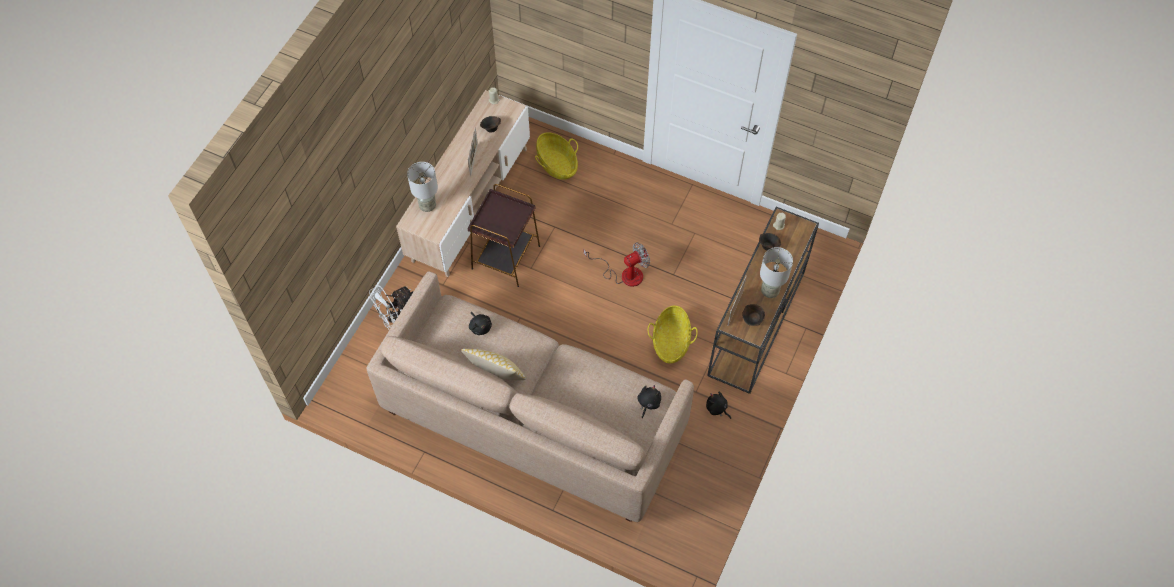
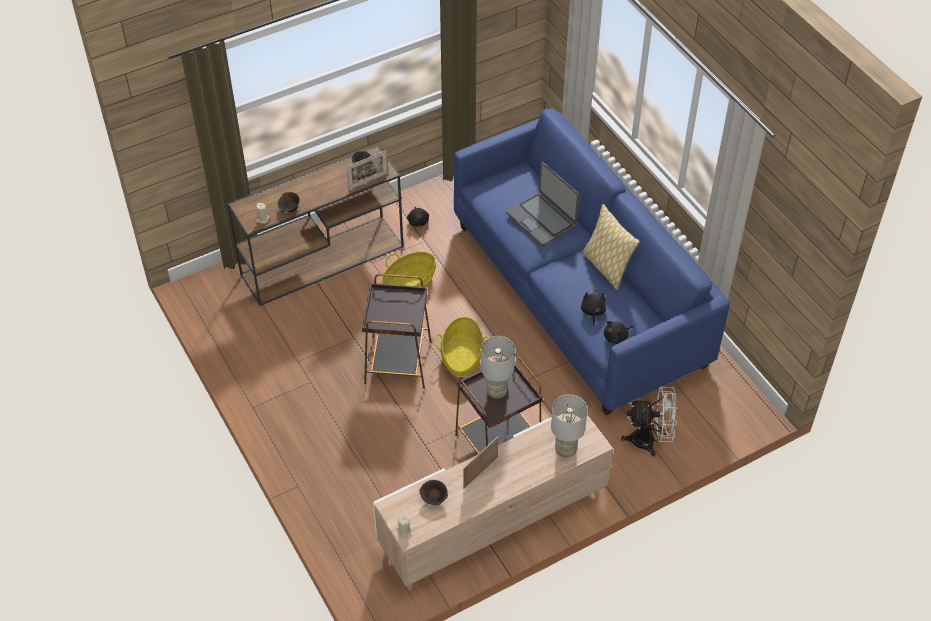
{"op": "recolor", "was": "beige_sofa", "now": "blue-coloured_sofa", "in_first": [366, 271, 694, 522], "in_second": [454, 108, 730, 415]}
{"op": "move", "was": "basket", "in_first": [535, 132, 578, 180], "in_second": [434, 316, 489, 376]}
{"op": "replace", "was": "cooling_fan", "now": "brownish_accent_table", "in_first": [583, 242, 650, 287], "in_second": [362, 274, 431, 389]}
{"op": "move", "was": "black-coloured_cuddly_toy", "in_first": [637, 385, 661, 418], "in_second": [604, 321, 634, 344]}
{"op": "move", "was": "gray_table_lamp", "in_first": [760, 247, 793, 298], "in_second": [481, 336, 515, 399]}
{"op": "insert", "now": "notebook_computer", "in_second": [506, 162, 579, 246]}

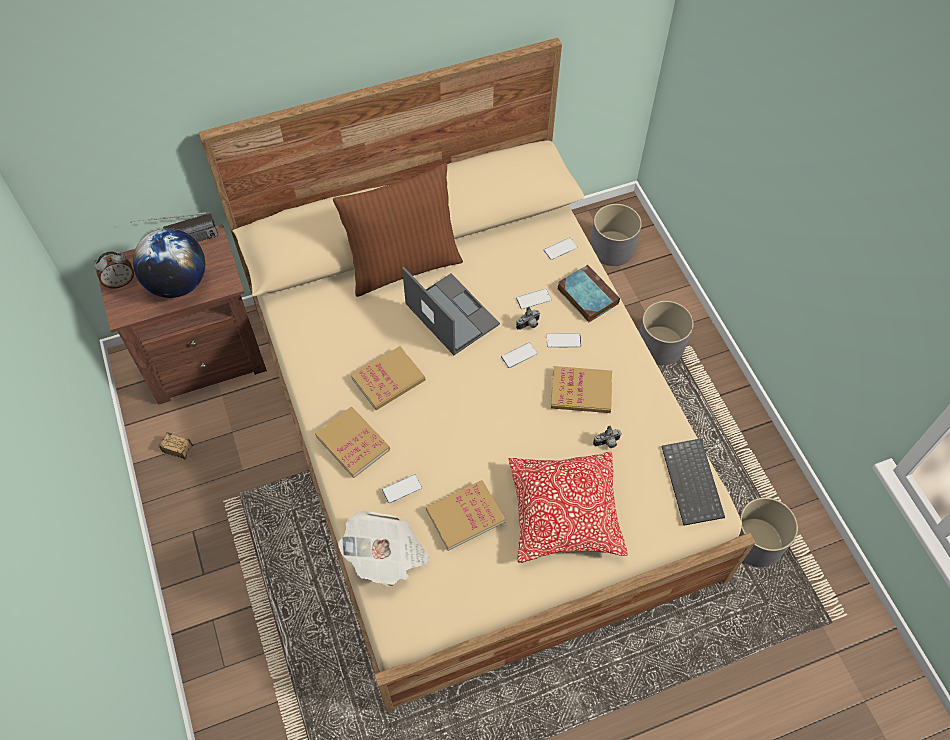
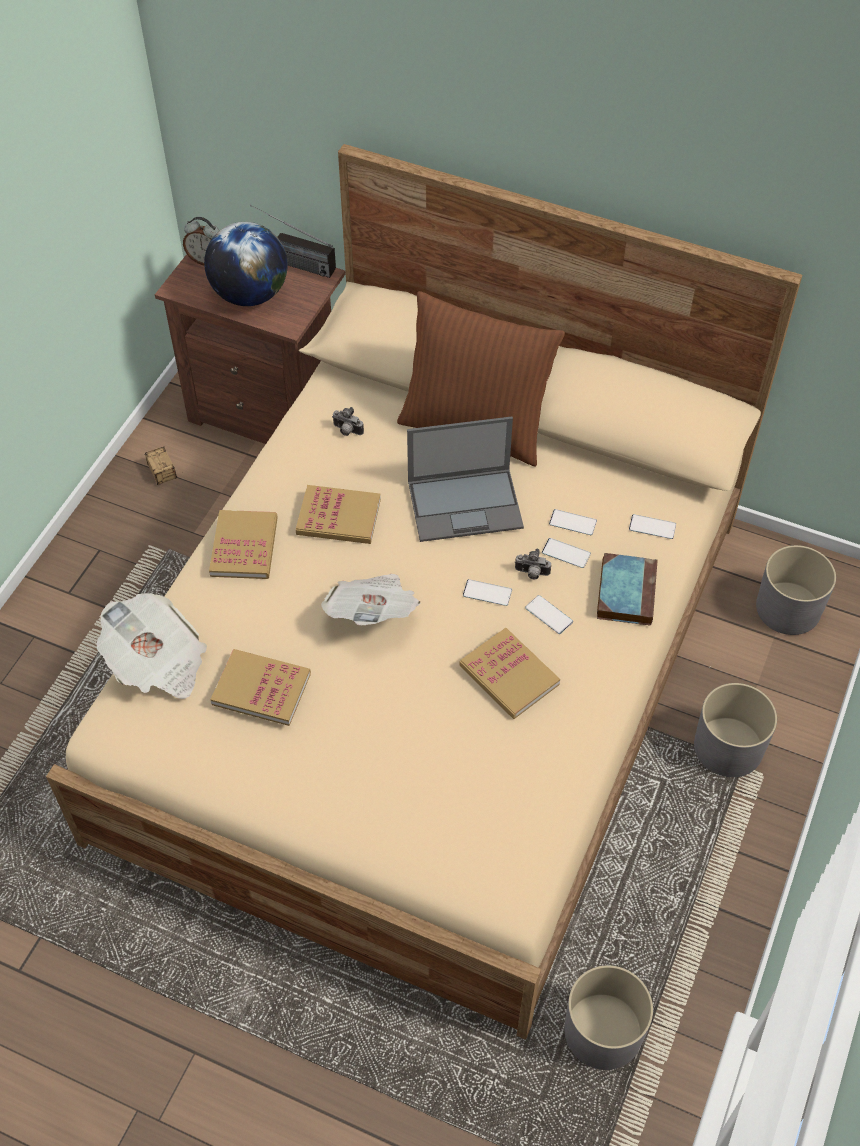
{"op": "move", "was": "phone", "in_first": [382, 474, 422, 503], "in_second": [549, 509, 597, 535]}
{"op": "rotate", "was": "notebook_computer", "in_first": [402, 267, 500, 355], "in_second": [407, 416, 524, 542], "clockwise": 75}
{"op": "delete", "was": "cushion", "in_first": [509, 452, 628, 563]}
{"op": "move", "was": "still_camera", "in_first": [593, 426, 621, 448], "in_second": [332, 407, 364, 436]}
{"op": "delete", "was": "keyboard", "in_first": [662, 438, 725, 525]}
{"op": "insert", "now": "printed_paper", "in_second": [321, 574, 420, 625]}

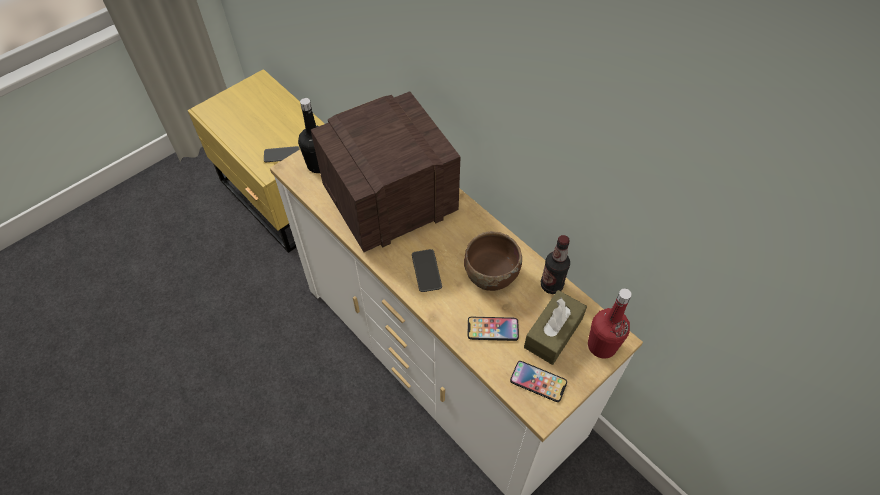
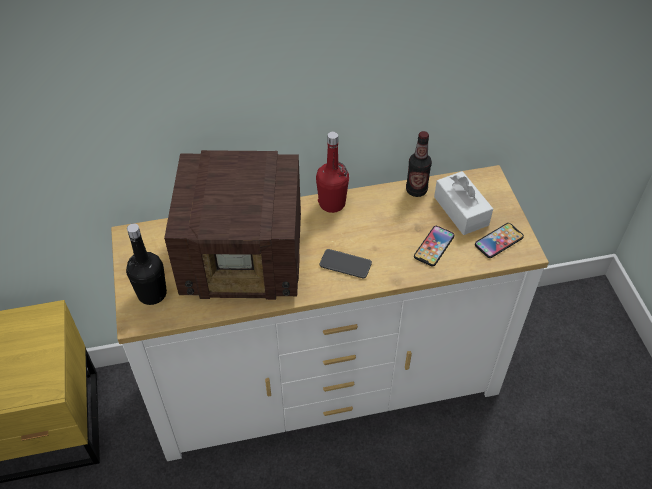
{"op": "delete", "was": "phone", "in_first": [264, 146, 300, 162]}
{"op": "rotate", "was": "radio", "in_first": [311, 91, 460, 252], "in_second": [164, 150, 301, 300], "clockwise": -90}
{"op": "delete", "was": "brownish_bowl", "in_first": [464, 231, 522, 291]}
{"op": "recolor", "was": "brownish_box_of_tissues", "now": "white_box_of_tissues", "in_first": [524, 290, 587, 365], "in_second": [434, 171, 493, 235]}
{"op": "move", "was": "reddish_bottle", "in_first": [588, 289, 632, 359], "in_second": [316, 132, 349, 213]}

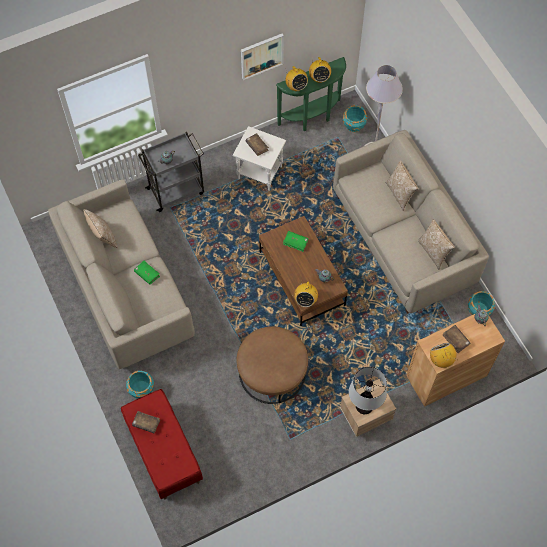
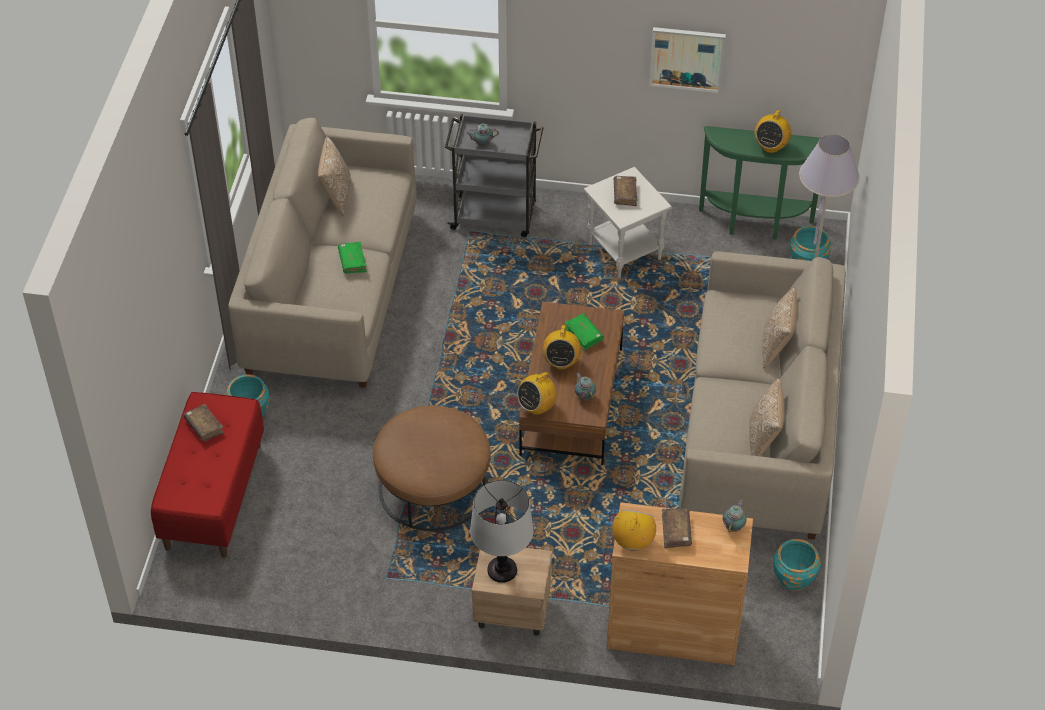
{"op": "move", "was": "radio", "in_first": [285, 66, 308, 91], "in_second": [542, 323, 581, 370]}

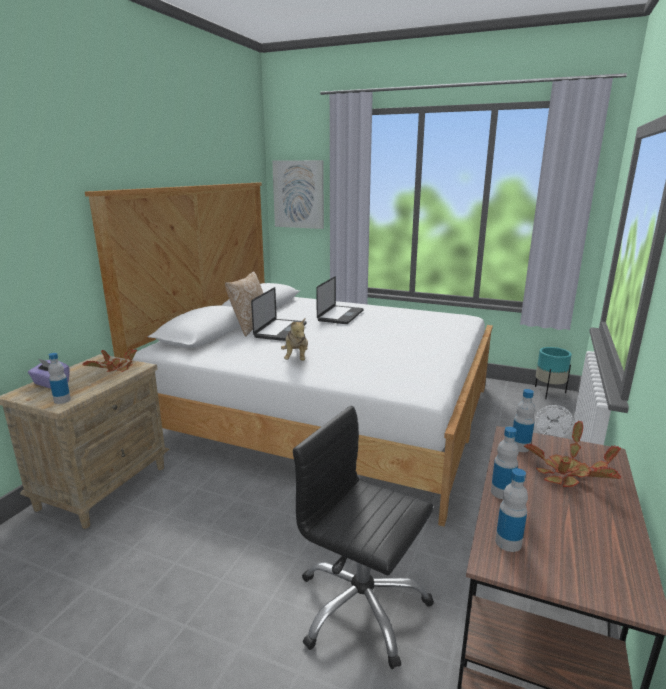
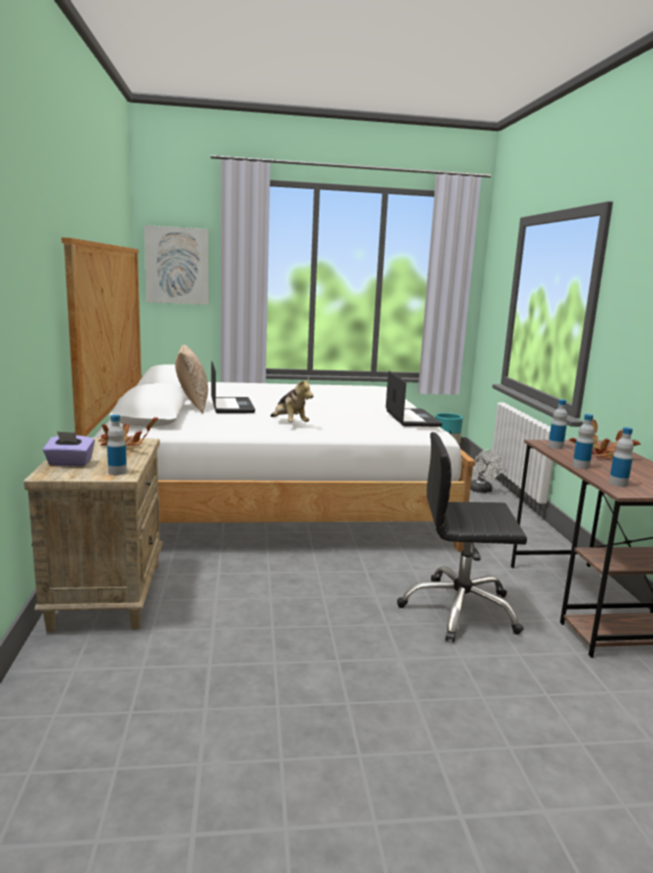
{"op": "move", "was": "notebook_computer", "in_first": [316, 276, 364, 324], "in_second": [386, 371, 442, 427]}

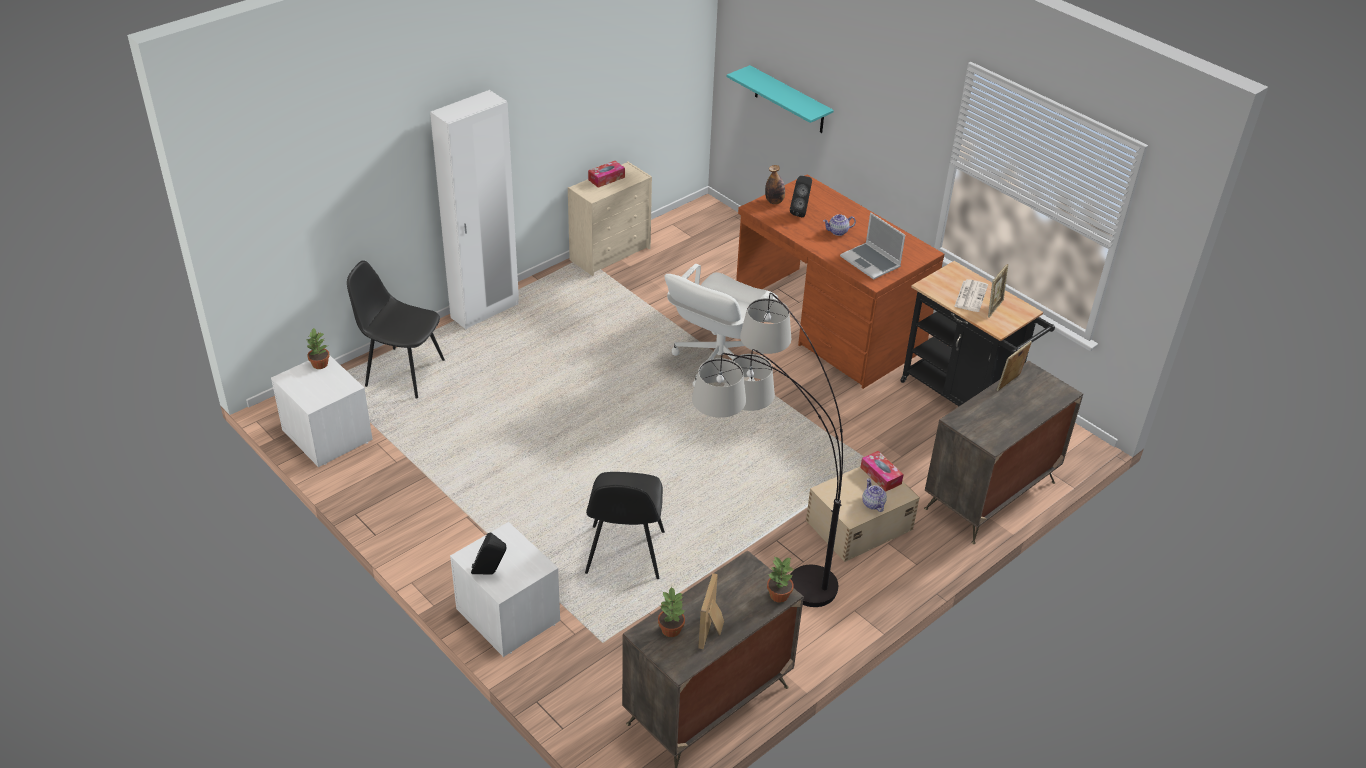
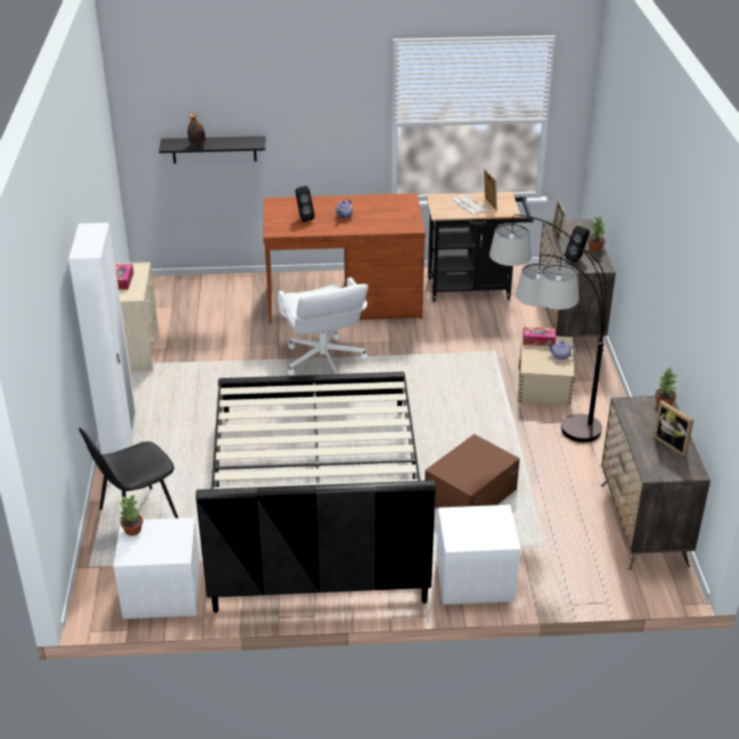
{"op": "move", "was": "black-coloured_speaker", "in_first": [471, 532, 506, 575], "in_second": [565, 226, 590, 263]}
{"op": "replace", "was": "black-coloured_upright_chair", "now": "brownish_storage_box", "in_first": [585, 472, 665, 579], "in_second": [425, 434, 520, 509]}
{"op": "move", "was": "plant_in_a_pot", "in_first": [658, 586, 686, 637], "in_second": [588, 216, 605, 251]}
{"op": "recolor", "was": "turquoise_shelf", "now": "black-coloured_shelf", "in_first": [727, 65, 834, 133], "in_second": [159, 136, 265, 163]}
{"op": "move", "was": "bottle", "in_first": [765, 165, 785, 204], "in_second": [188, 112, 206, 147]}
{"op": "delete", "was": "notebook_computer", "in_first": [840, 213, 905, 279]}
{"op": "insert", "now": "black-coloured_bedroom_bed", "in_second": [196, 372, 436, 613]}

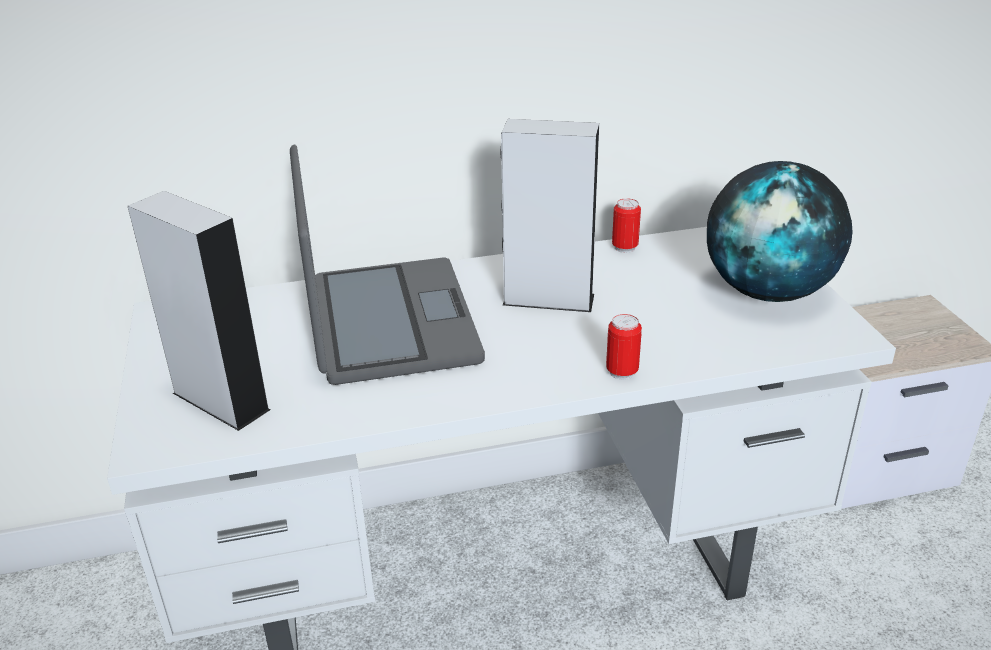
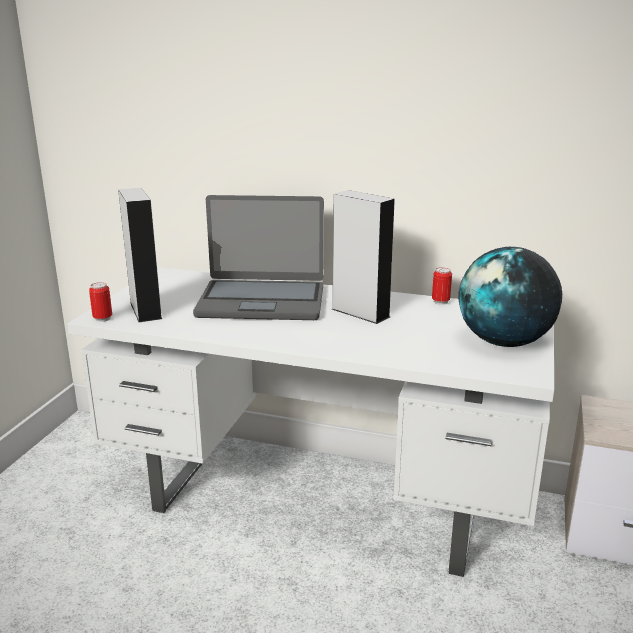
{"op": "rotate", "was": "notebook_computer", "in_first": [290, 145, 485, 385], "in_second": [193, 195, 324, 320], "clockwise": 75}
{"op": "move", "was": "metal_can", "in_first": [606, 314, 642, 380], "in_second": [89, 282, 112, 322]}

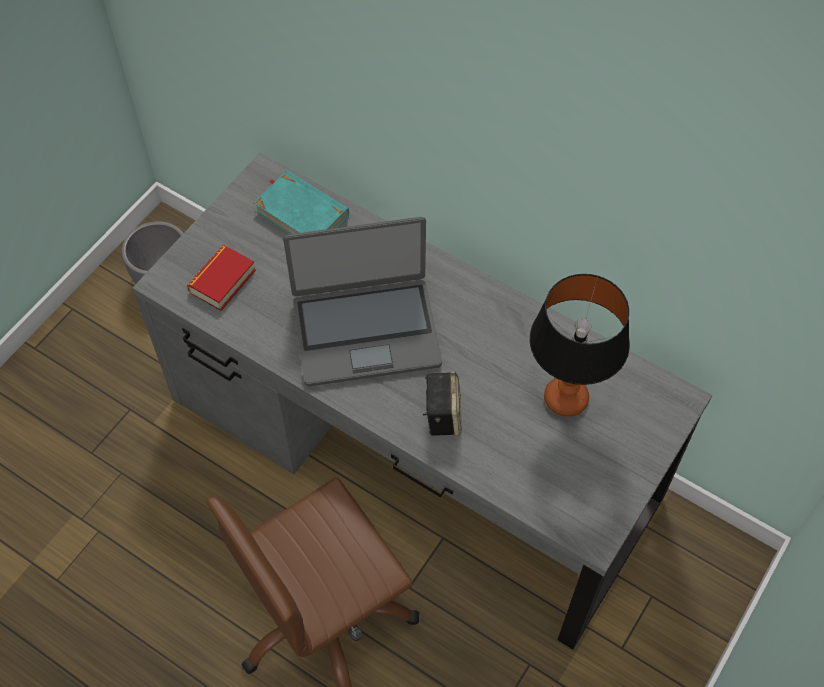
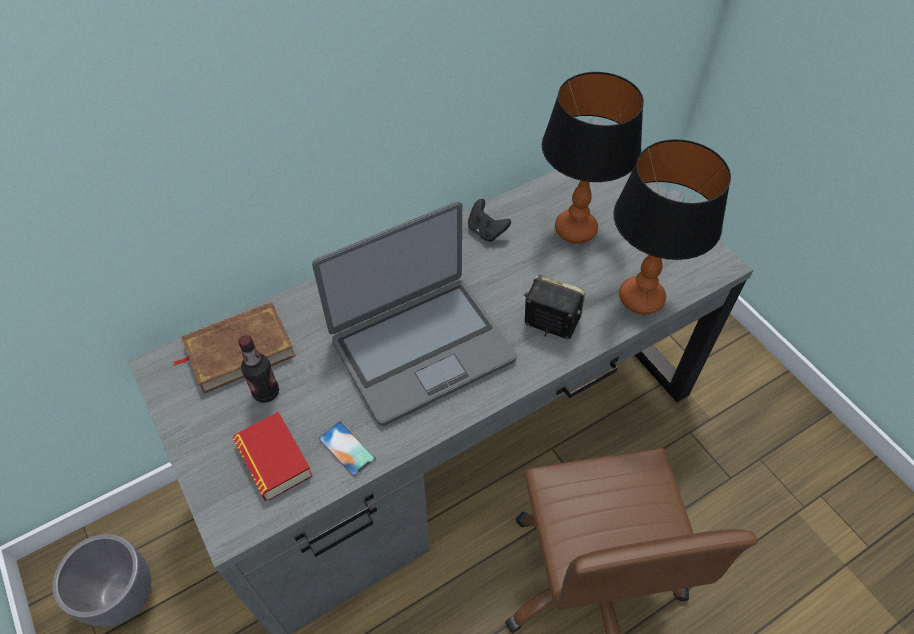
{"op": "recolor", "was": "turquoise_bound_book", "now": "brownish_bound_book", "in_first": [253, 170, 349, 234], "in_second": [173, 302, 296, 394]}
{"op": "rotate", "was": "notebook_computer", "in_first": [283, 217, 442, 386], "in_second": [312, 201, 517, 426], "clockwise": 45}
{"op": "insert", "now": "bottle", "in_second": [238, 335, 279, 403]}
{"op": "insert", "now": "phone", "in_second": [318, 422, 376, 477]}
{"op": "insert", "now": "black-coloured_game_controller", "in_second": [468, 199, 511, 242]}
{"op": "insert", "now": "table_lamp", "in_second": [613, 139, 731, 314]}

